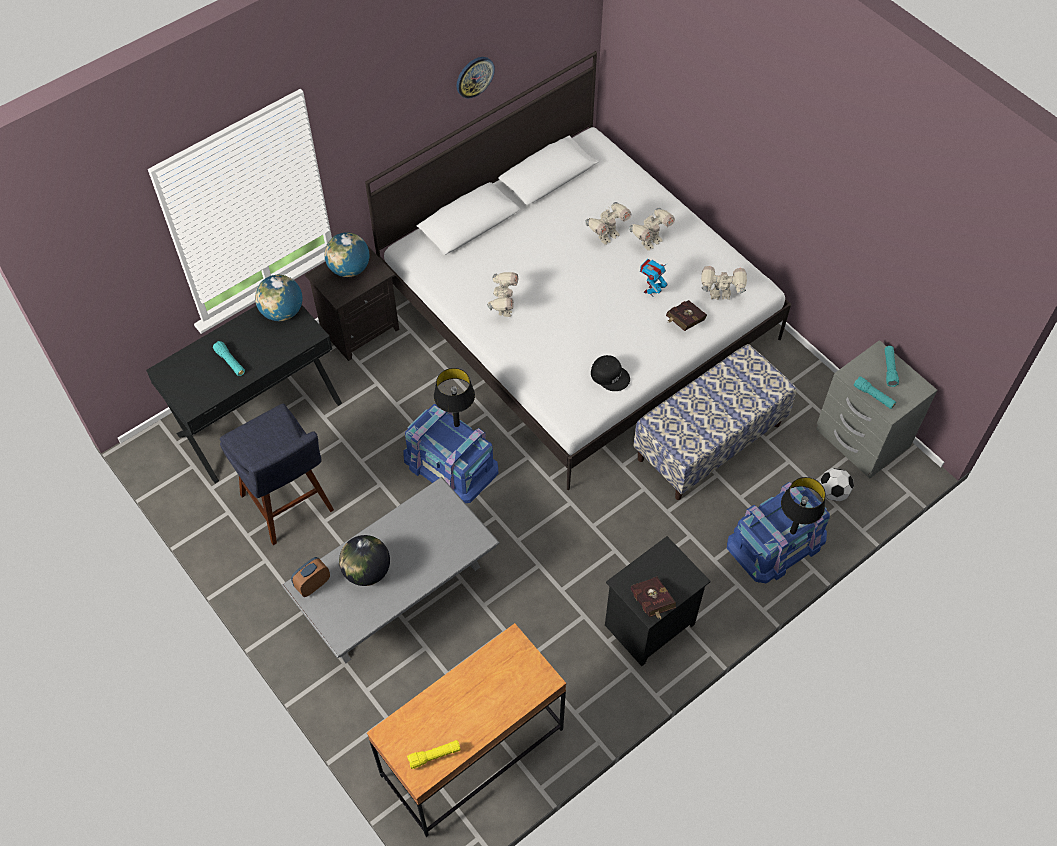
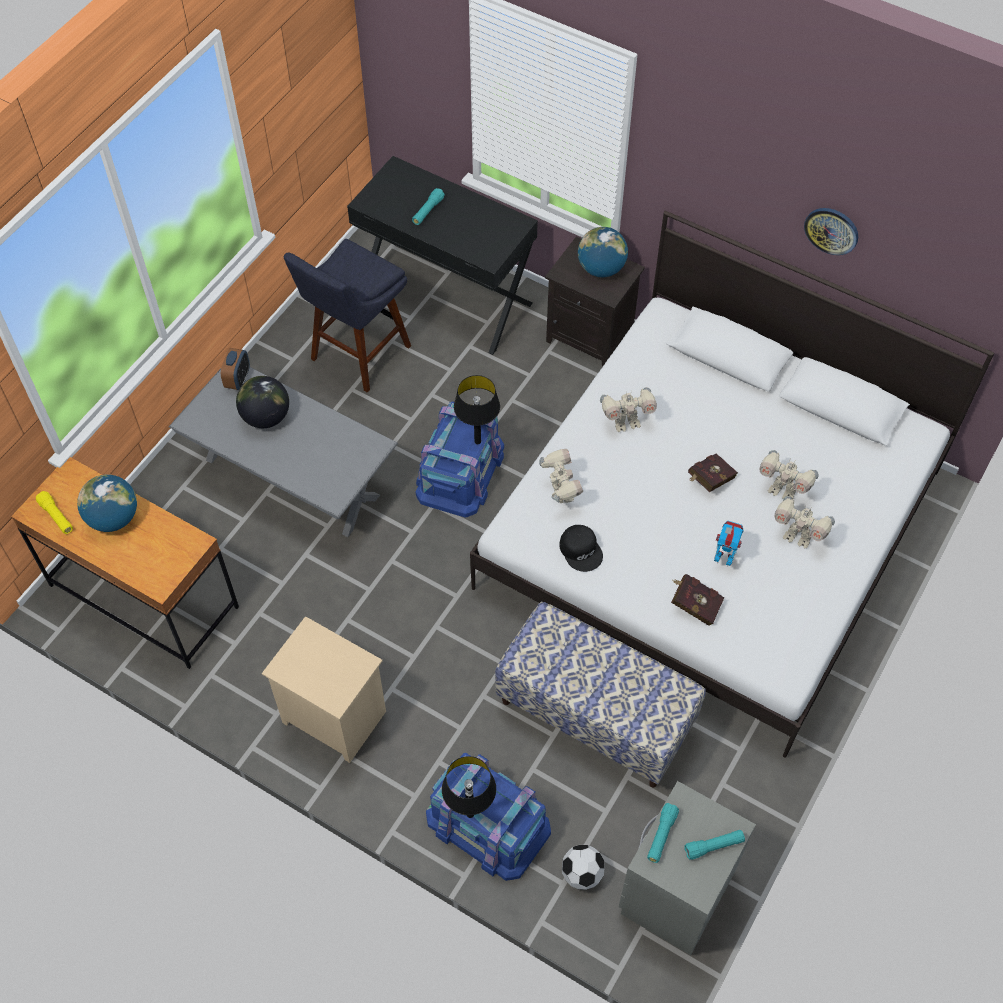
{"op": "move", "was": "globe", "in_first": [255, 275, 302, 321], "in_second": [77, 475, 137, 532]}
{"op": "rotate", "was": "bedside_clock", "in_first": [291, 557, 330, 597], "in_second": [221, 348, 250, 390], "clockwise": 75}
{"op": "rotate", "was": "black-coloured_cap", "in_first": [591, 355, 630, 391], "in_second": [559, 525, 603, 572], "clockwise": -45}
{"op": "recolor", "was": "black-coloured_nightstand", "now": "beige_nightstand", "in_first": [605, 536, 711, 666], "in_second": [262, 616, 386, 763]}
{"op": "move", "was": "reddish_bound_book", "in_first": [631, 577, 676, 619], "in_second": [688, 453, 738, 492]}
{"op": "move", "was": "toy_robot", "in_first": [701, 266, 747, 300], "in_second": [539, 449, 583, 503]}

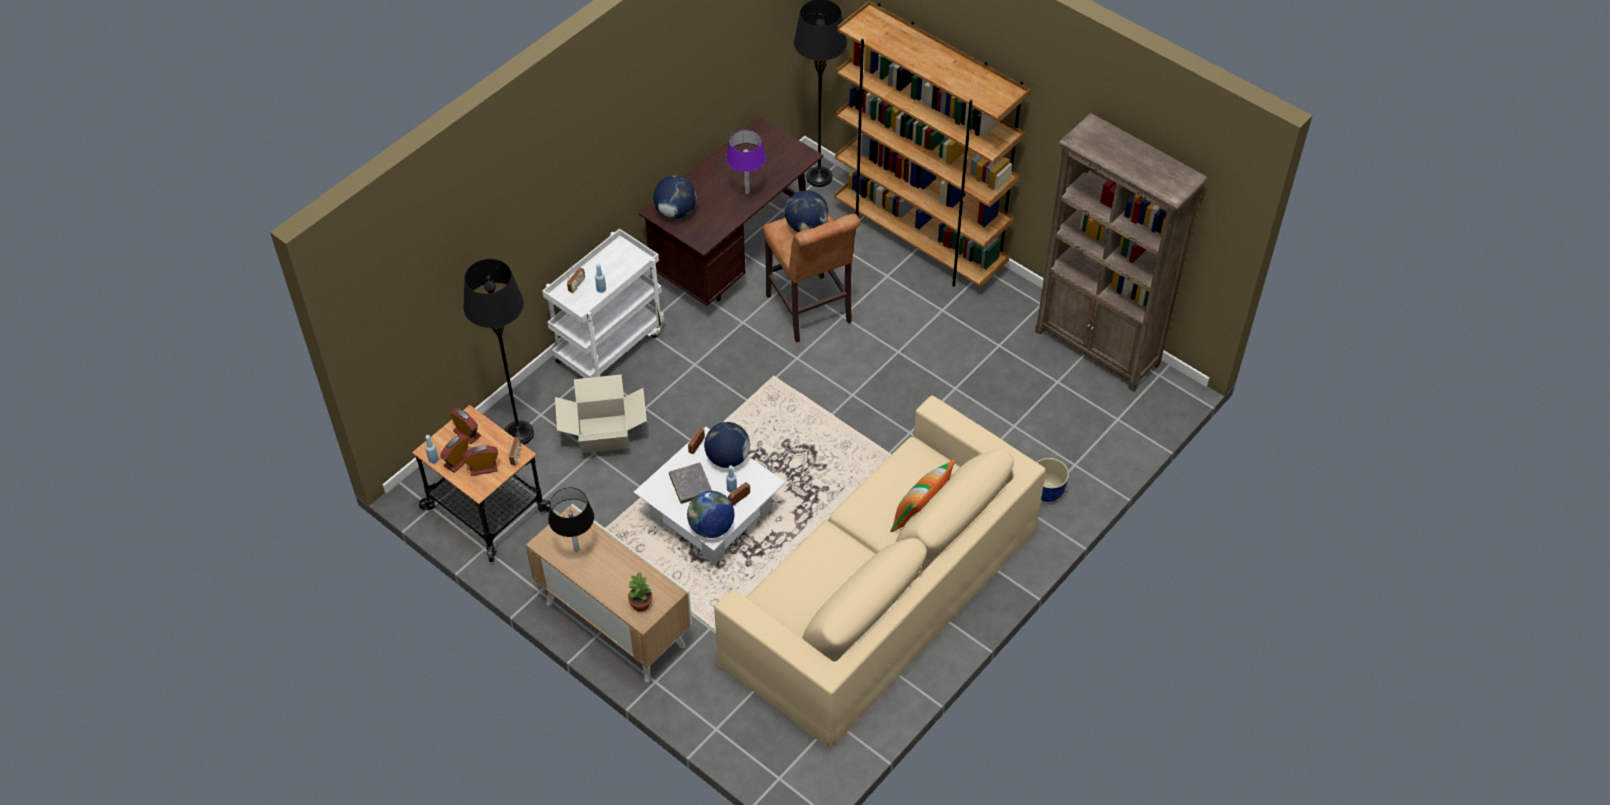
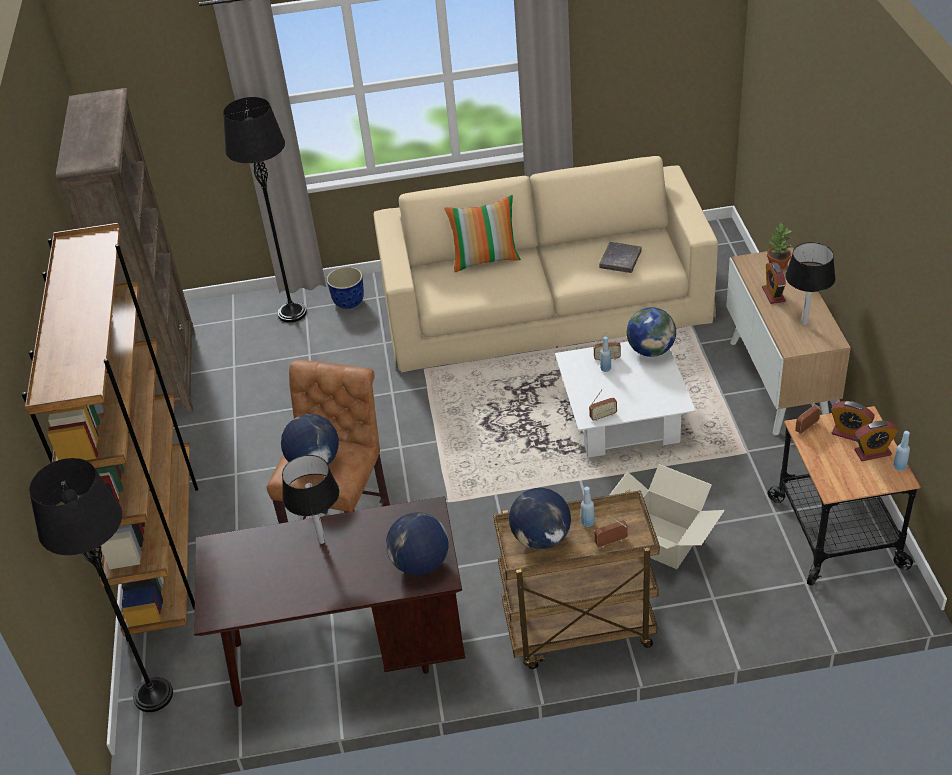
{"op": "move", "was": "bedside_clock", "in_first": [449, 408, 481, 444], "in_second": [762, 262, 786, 304]}
{"op": "move", "was": "black-coloured_standard_lamp", "in_first": [463, 259, 534, 445], "in_second": [223, 97, 307, 323]}
{"op": "recolor", "was": "white_trolley", "now": "brownish_trolley", "in_first": [542, 229, 664, 378], "in_second": [493, 490, 660, 669]}
{"op": "move", "was": "gray_bound_book", "in_first": [669, 463, 712, 504], "in_second": [599, 242, 642, 273]}
{"op": "move", "was": "globe", "in_first": [704, 422, 750, 468], "in_second": [509, 488, 571, 550]}
{"op": "recolor", "was": "purple_table_lamp", "now": "black-coloured_table_lamp", "in_first": [726, 130, 766, 194], "in_second": [282, 455, 339, 544]}

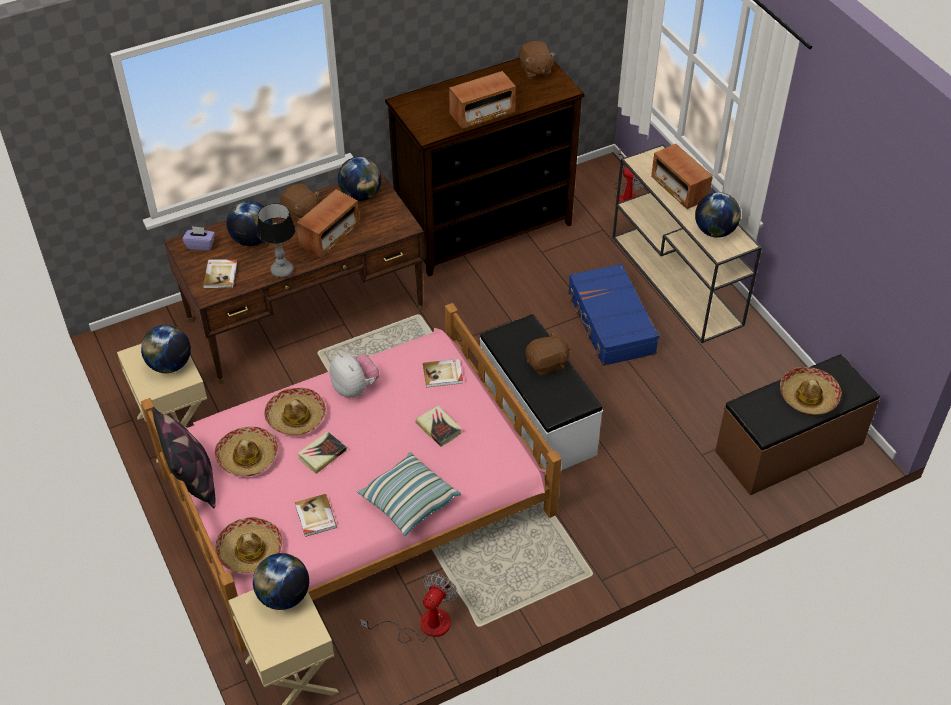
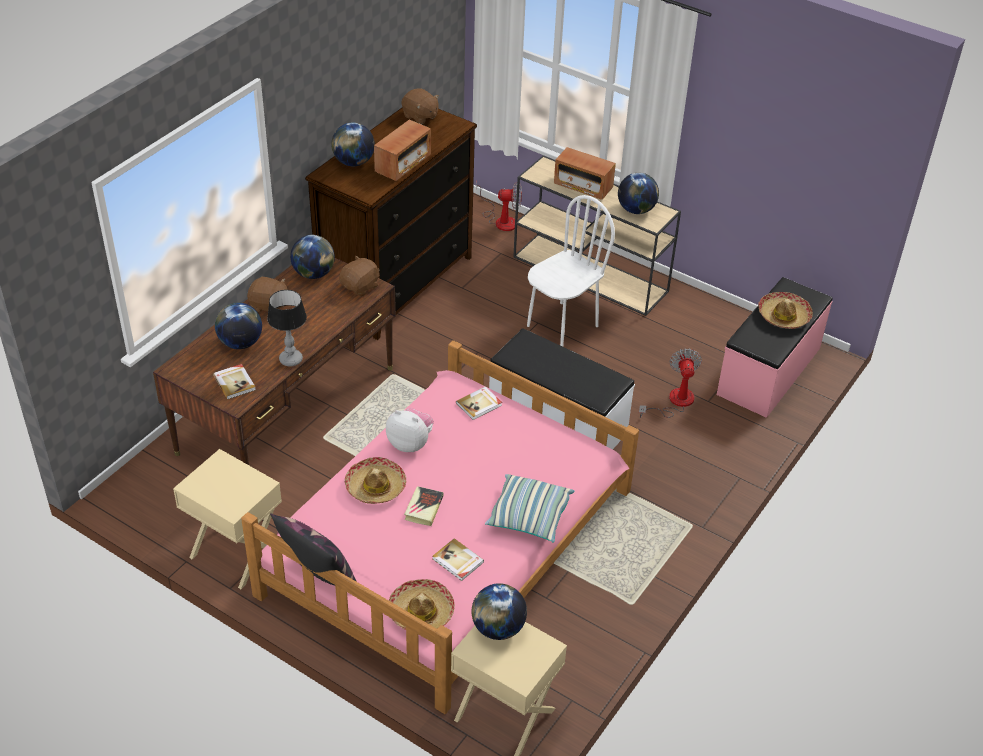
{"op": "move", "was": "globe", "in_first": [141, 325, 191, 373], "in_second": [331, 122, 375, 166]}
{"op": "delete", "was": "purple_box_of_tissues", "in_first": [182, 226, 215, 251]}
{"op": "delete", "was": "hat", "in_first": [215, 427, 278, 476]}
{"op": "delete", "was": "radio", "in_first": [296, 190, 360, 258]}
{"op": "move", "was": "cooling_fan", "in_first": [360, 573, 458, 643], "in_second": [639, 348, 702, 418]}
{"op": "delete", "was": "bound_book", "in_first": [415, 405, 462, 447]}
{"op": "move", "was": "brownish_cuddly_toy", "in_first": [526, 332, 570, 376], "in_second": [339, 256, 380, 297]}
{"op": "replace", "was": "blue-coloured_piece_of_luggage", "now": "white_upright_chair", "in_first": [568, 263, 660, 366], "in_second": [527, 195, 615, 347]}
{"op": "recolor", "was": "brownish_indoor_bench", "now": "pink_indoor_bench", "in_first": [715, 354, 880, 495], "in_second": [717, 277, 832, 418]}

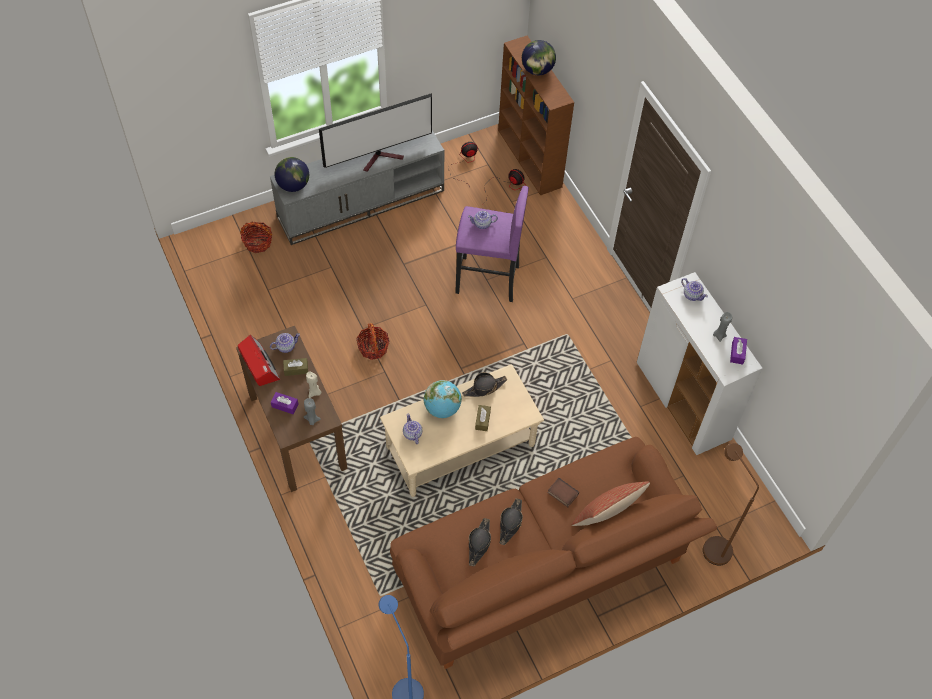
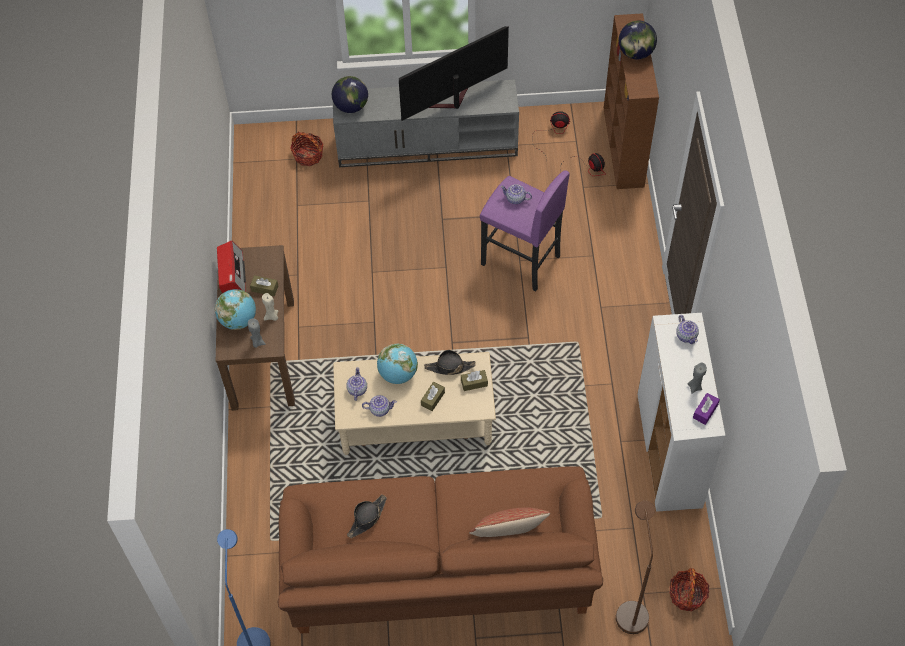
{"op": "move", "was": "pot_for_tea", "in_first": [270, 333, 300, 353], "in_second": [362, 395, 397, 417]}
{"op": "replace", "was": "purple_box_of_tissues", "now": "globe", "in_first": [271, 392, 299, 414], "in_second": [215, 289, 256, 330]}
{"op": "rotate", "was": "TV", "in_first": [319, 93, 432, 172], "in_second": [399, 26, 509, 121], "clockwise": 150}
{"op": "move", "was": "basket", "in_first": [356, 323, 390, 360], "in_second": [669, 568, 709, 611]}
{"op": "delete", "was": "black-coloured_hat", "in_first": [500, 498, 523, 545]}
{"op": "delete", "was": "bound_book", "in_first": [547, 478, 579, 507]}
{"op": "insert", "now": "brownish_box_of_tissues", "in_second": [461, 370, 488, 391]}

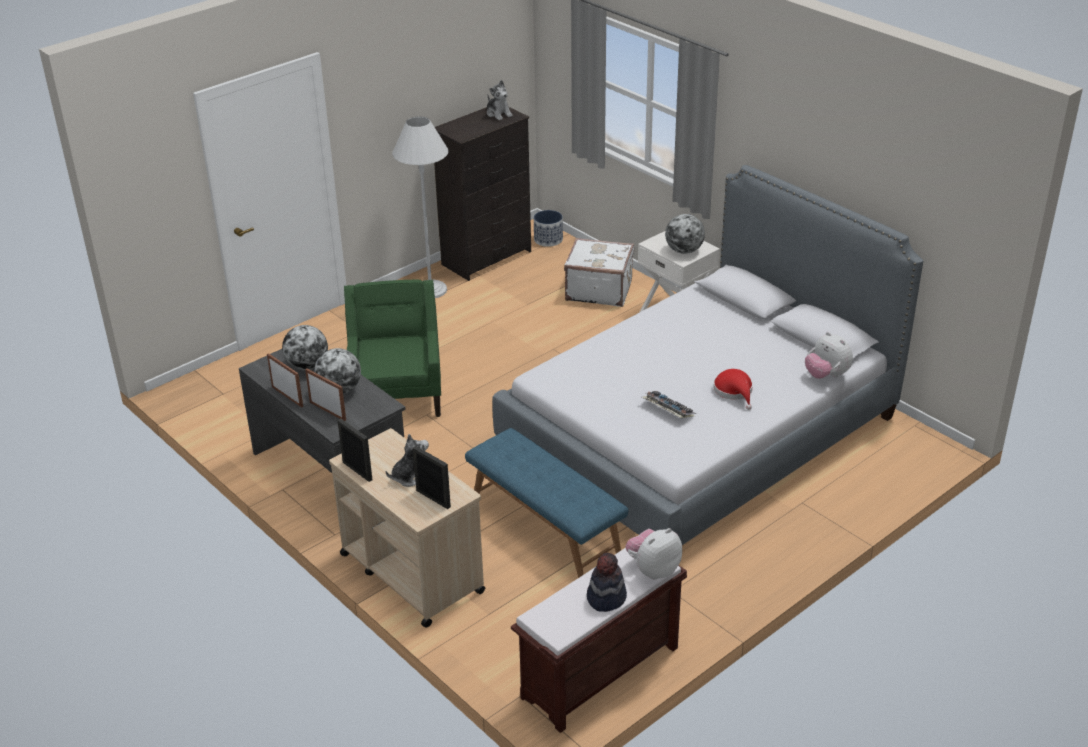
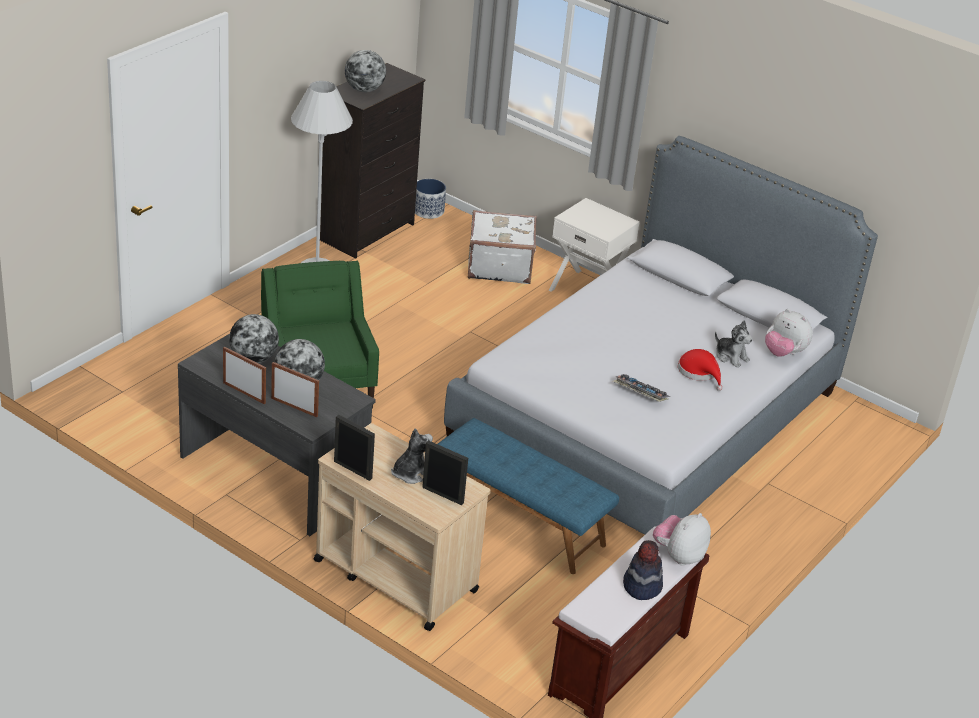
{"op": "move", "was": "cuddly_toy", "in_first": [487, 80, 513, 120], "in_second": [715, 320, 753, 368]}
{"op": "move", "was": "globe", "in_first": [665, 214, 705, 254], "in_second": [345, 50, 386, 92]}

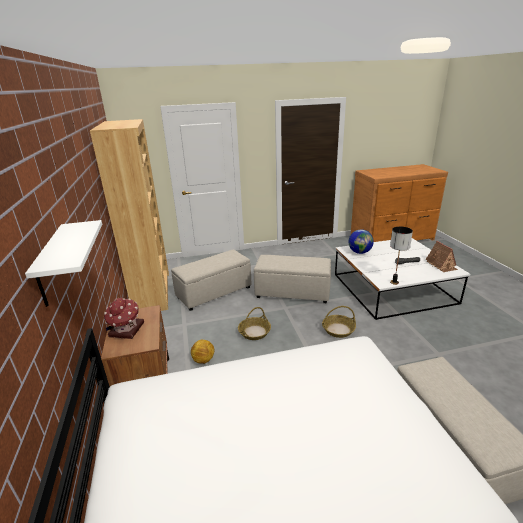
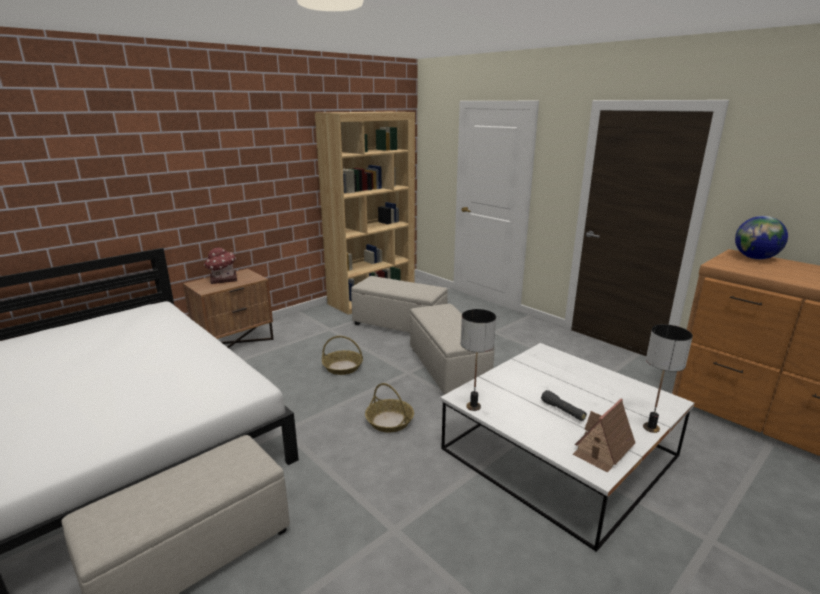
{"op": "delete", "was": "white_shelf", "in_first": [25, 220, 102, 307]}
{"op": "delete", "was": "football_ball", "in_first": [191, 340, 214, 364]}
{"op": "move", "was": "globe", "in_first": [348, 229, 374, 254], "in_second": [735, 216, 788, 259]}
{"op": "insert", "now": "table_lamp", "in_second": [643, 324, 693, 433]}

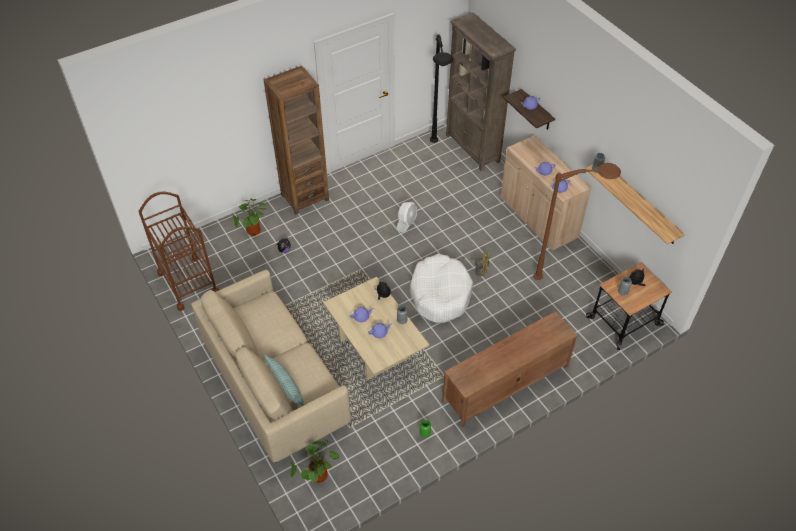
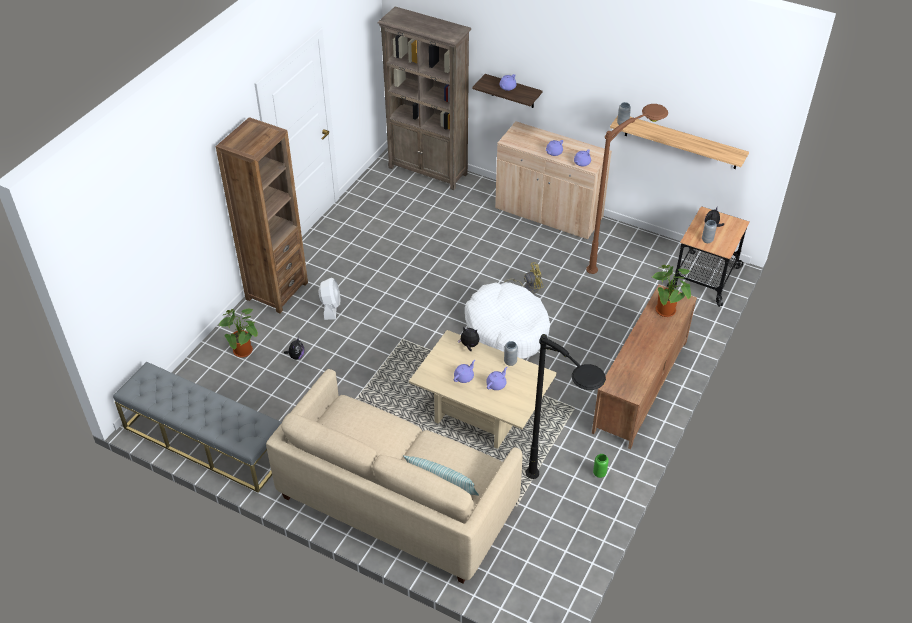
{"op": "replace", "was": "brownish_trolley", "now": "gray_indoor_bench", "in_first": [139, 192, 219, 311], "in_second": [113, 362, 282, 493]}
{"op": "move", "was": "plant_in_a_pot", "in_first": [290, 440, 340, 483], "in_second": [652, 265, 691, 317]}
{"op": "move", "was": "white_cooling_fan", "in_first": [397, 202, 417, 233], "in_second": [319, 278, 341, 320]}
{"op": "move", "was": "black-coloured_standard_lamp", "in_first": [430, 34, 453, 143], "in_second": [526, 334, 606, 479]}

